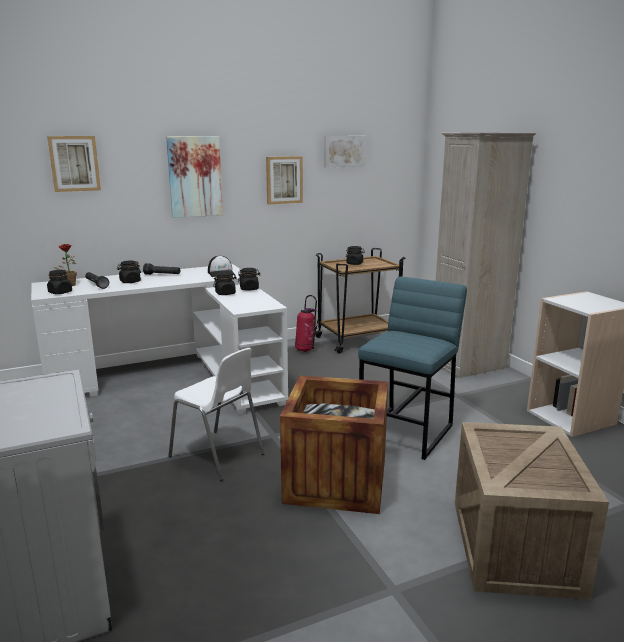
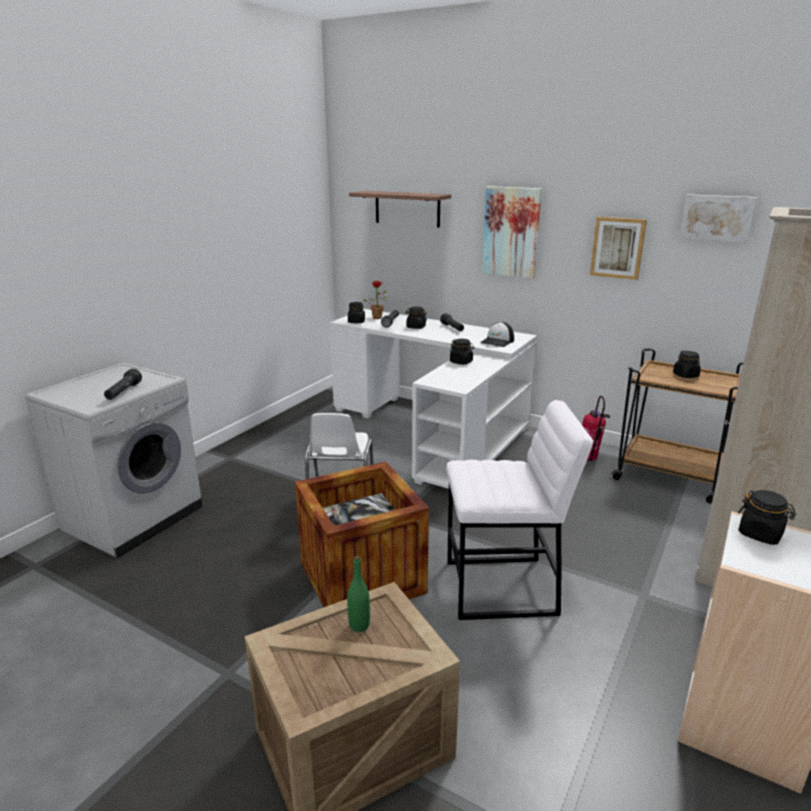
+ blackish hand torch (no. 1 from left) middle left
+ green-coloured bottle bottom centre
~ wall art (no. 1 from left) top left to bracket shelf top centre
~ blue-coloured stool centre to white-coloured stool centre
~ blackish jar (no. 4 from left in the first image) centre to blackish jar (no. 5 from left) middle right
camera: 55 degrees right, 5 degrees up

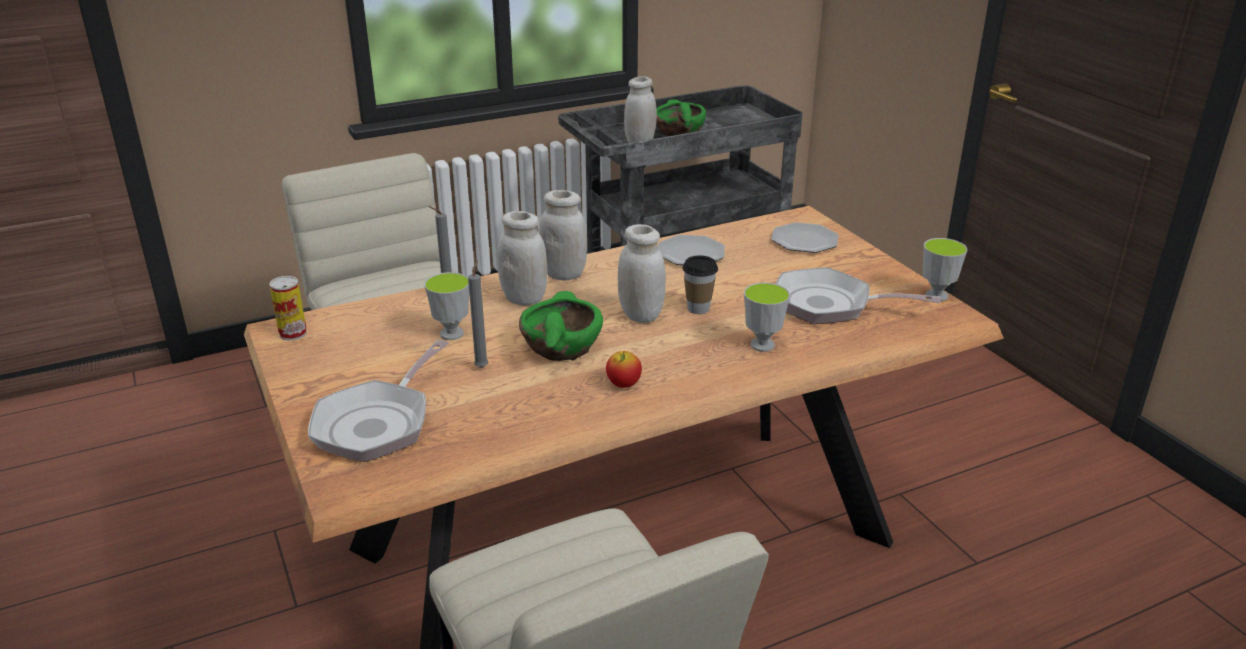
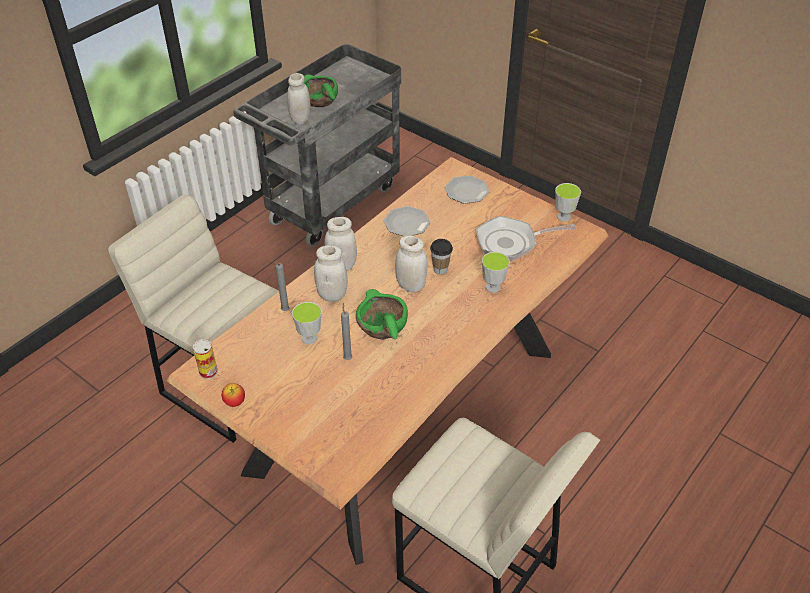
~ whole apple centre to middle left
- skillet (no. 1 from left) middle left
camera: 25 degrees left, 15 degrees up

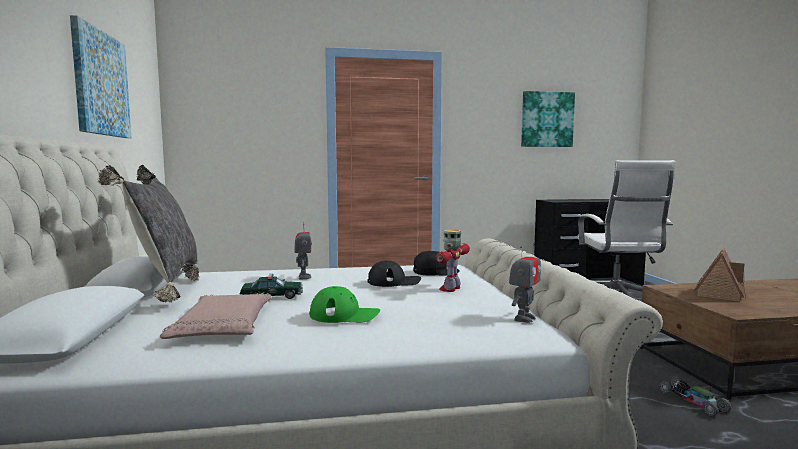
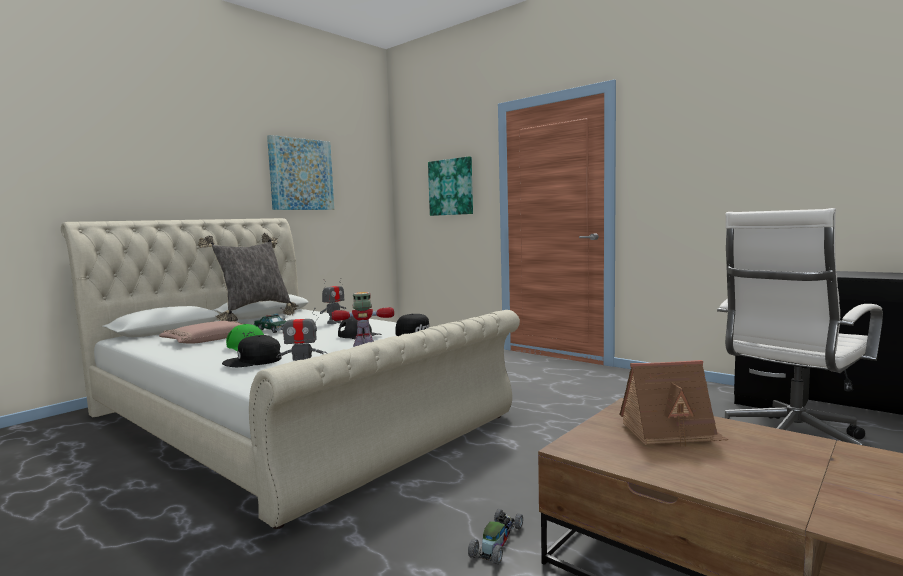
+ blackish peaked cap (no. 1 from left) middle left
~ wall art (no. 2 from left) top right to top centre
camera: 50 degrees right, 0 degrees up

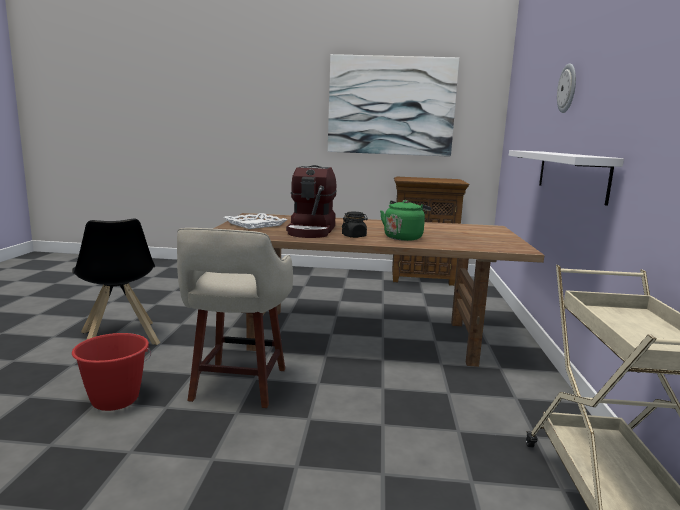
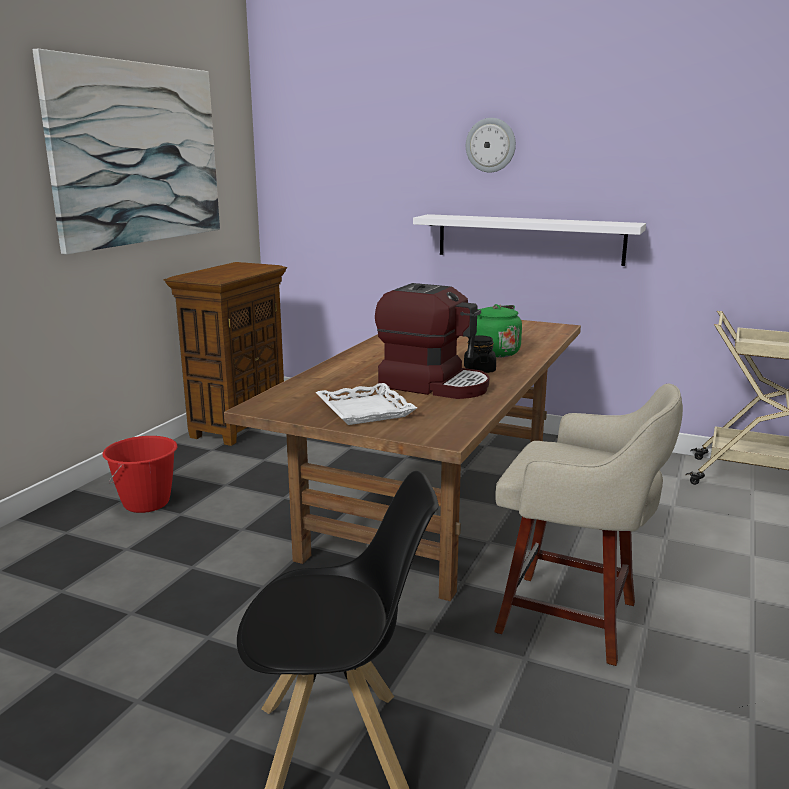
~ red-coloured bucket bottom left to middle left
camera: 70 degrees left, 5 degrees up

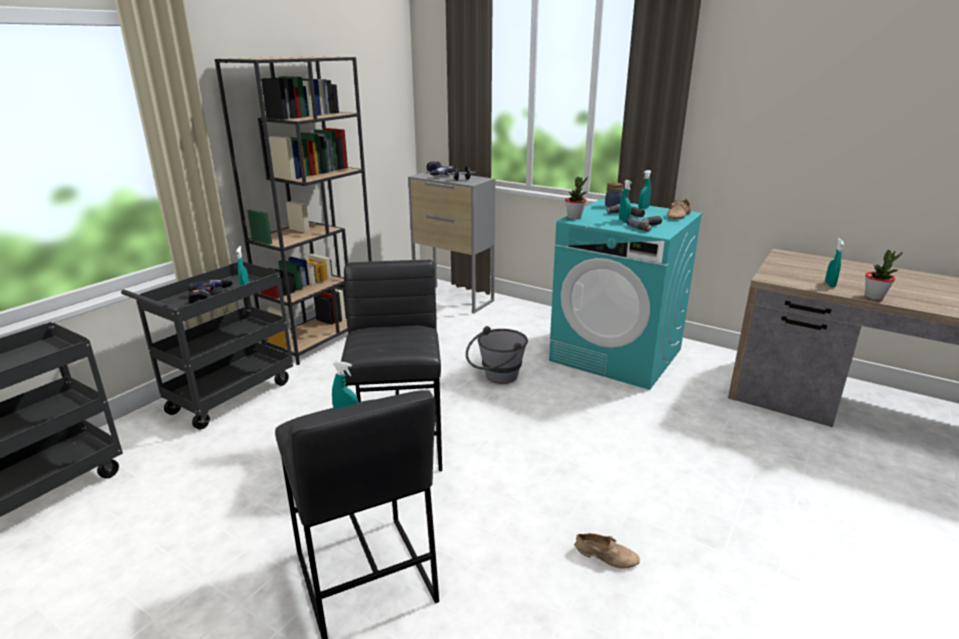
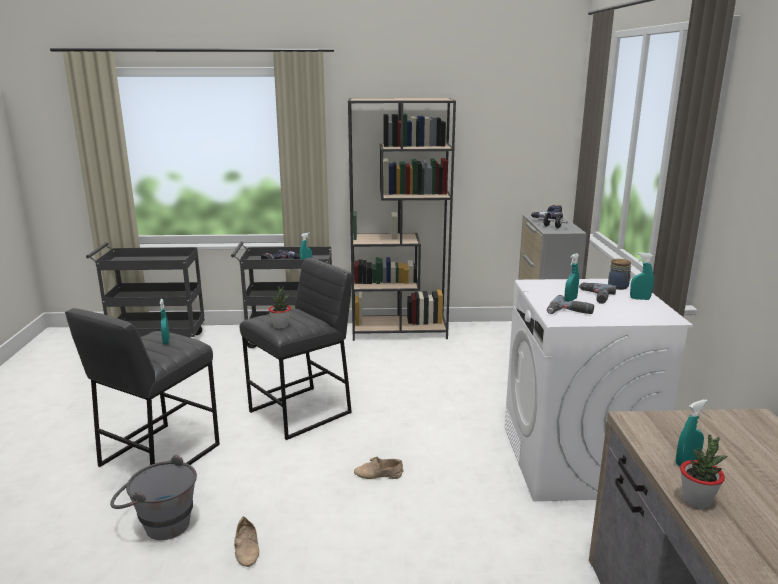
~ gray bucket centre to bottom left
~ plant in a pot (no. 1 from left) top centre to centre
~ beige-coloured shoe (no. 2 from left) top right to bottom centre
~ blue-green laundry machine centre to white-coloured laundry machine middle right
camera: 55 degrees right, 5 degrees down

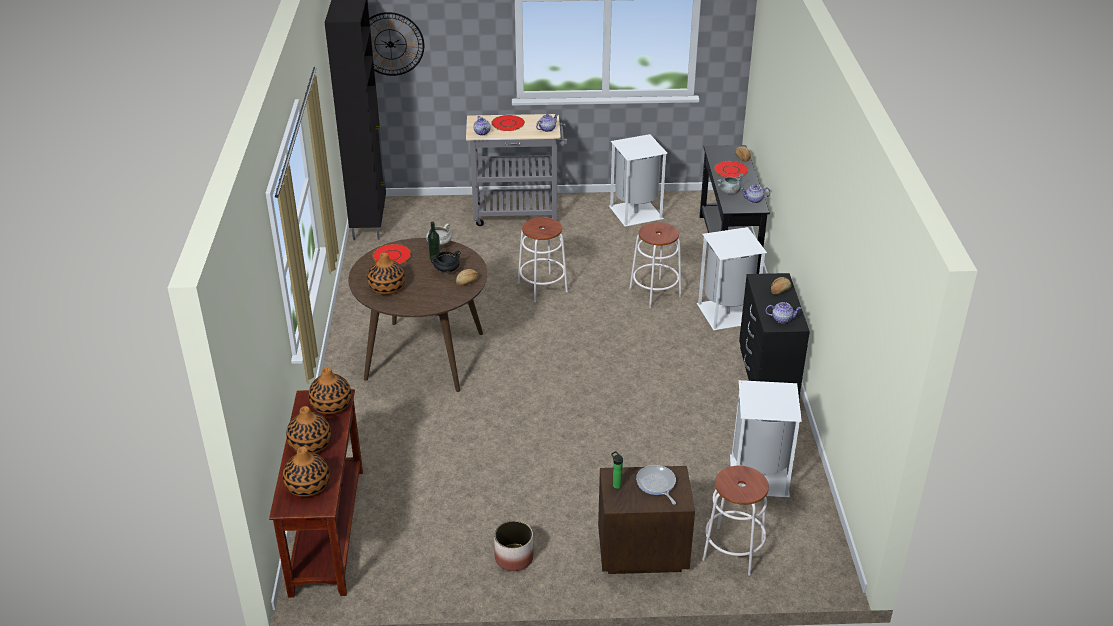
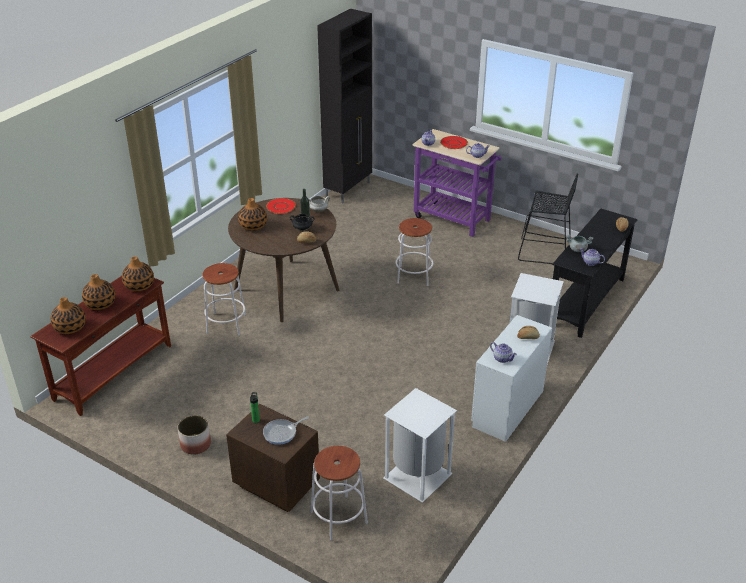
~ white-coloured stool (no. 2 from left in the first image) centre to white-coloured stool (no. 1 from left) middle left
~ skillet bottom centre = bottom centre 135 degrees counterclockwise
~ gray trolley top centre to purple trolley top centre
~ blackish drawer chest middle right to white-coloured drawer chest middle right
~ white-coloured waste bin (no. 1 from left) top centre to blackish stool middle right
- hanging clock top centre
- red-coloured dinner plate (no. 3 from left) top centre
camera: 35 degrees right, 0 degrees up

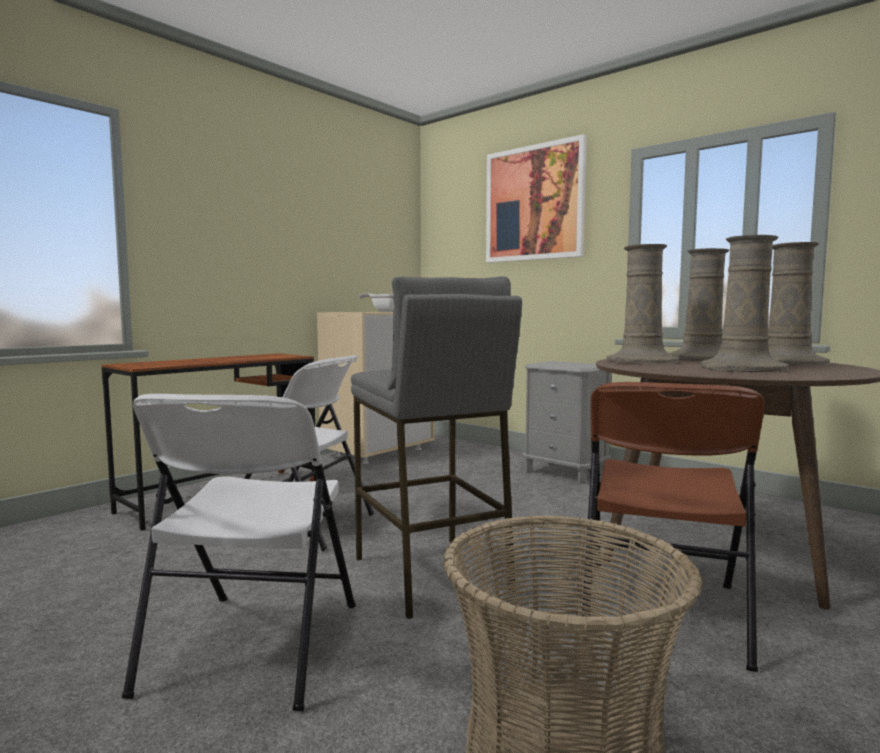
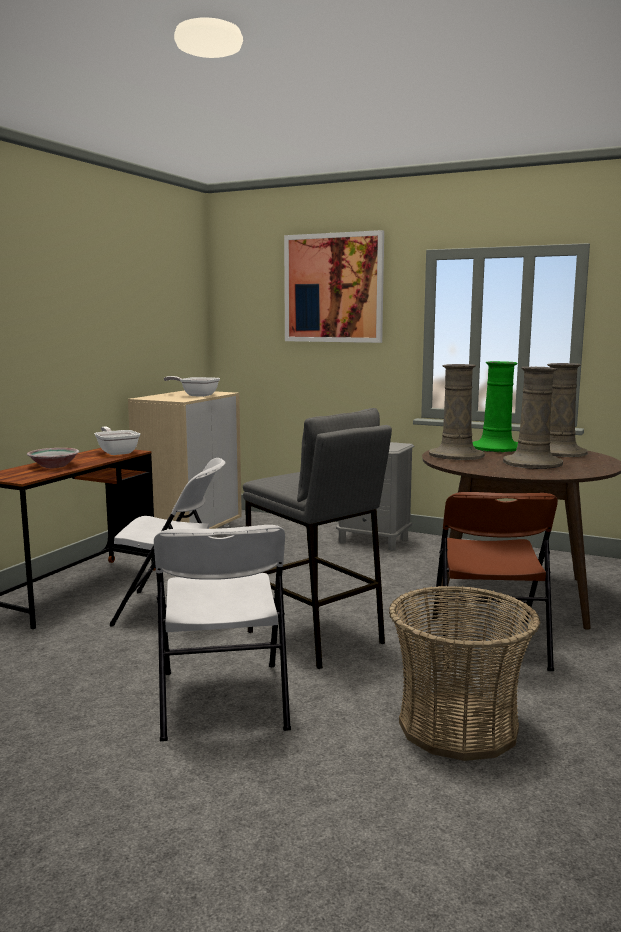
+ deep dish middle left
+ skillet (no. 1 from left) middle left
~ beige-coloured decorative vase (no. 2 from left) middle right to green-coloured decorative vase middle right
camera: 15 degrees left, 5 degrees up

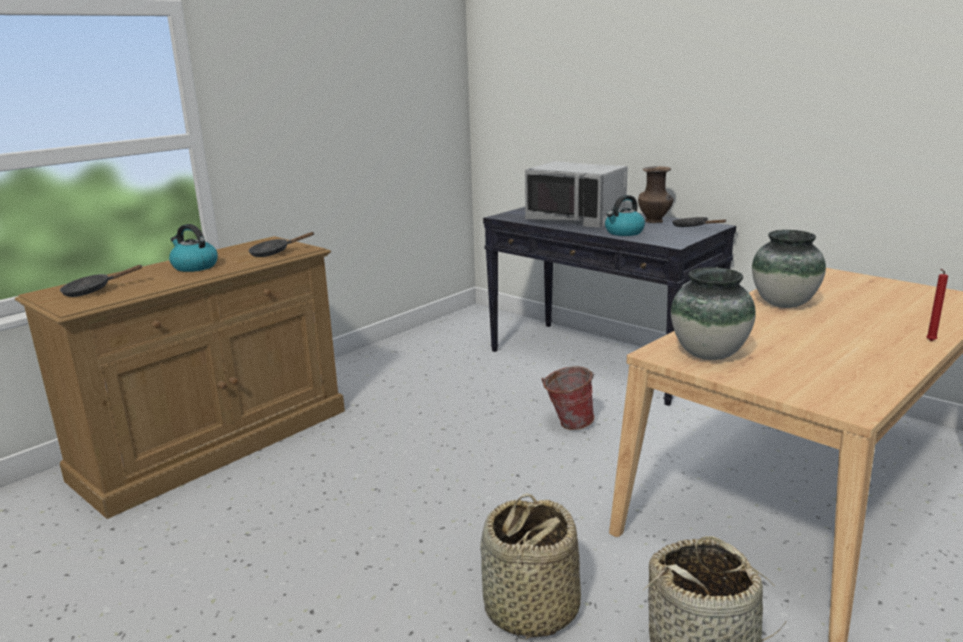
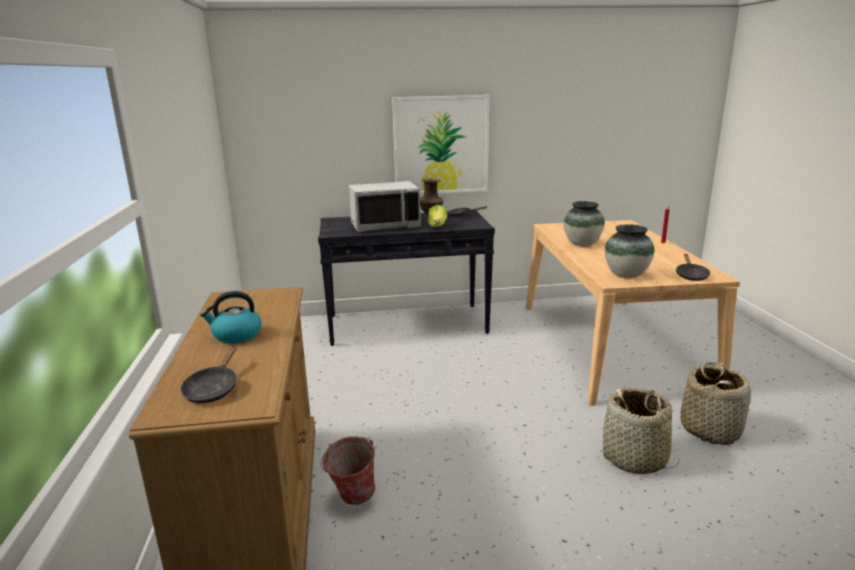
~ bucket centre to bottom centre
+ wall art top centre
~ kettle (no. 2 from left) centre to lettuce head centre
~ blackish skillet (no. 2 from left in the first image) middle left to blackish skillet (no. 3 from left) middle right
camera: 50 degrees left, 0 degrees up

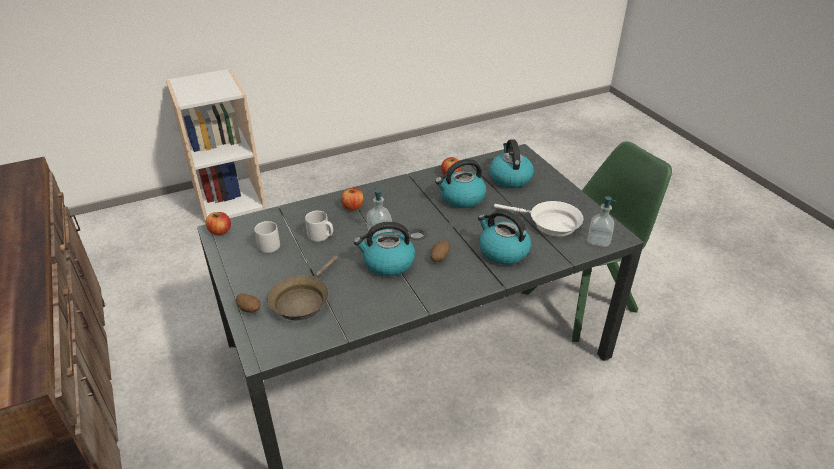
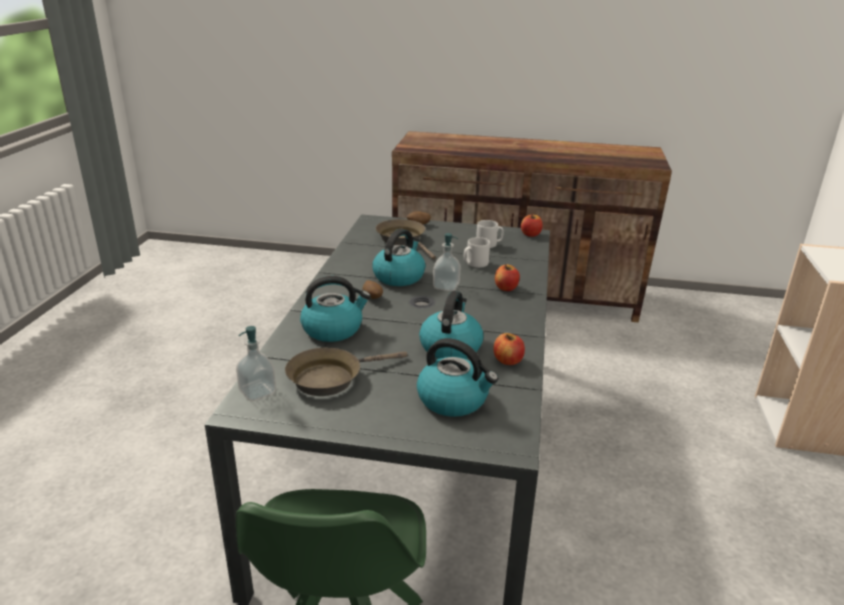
~ white-coloured skillet centre to brown-coloured skillet (no. 1 from left) centre
camera: 125 degrees right, 10 degrees down

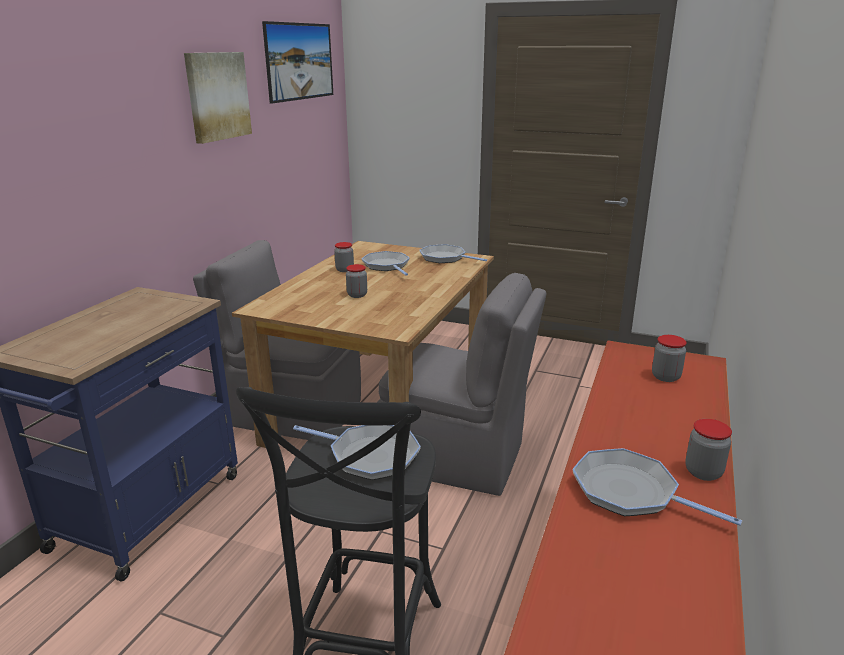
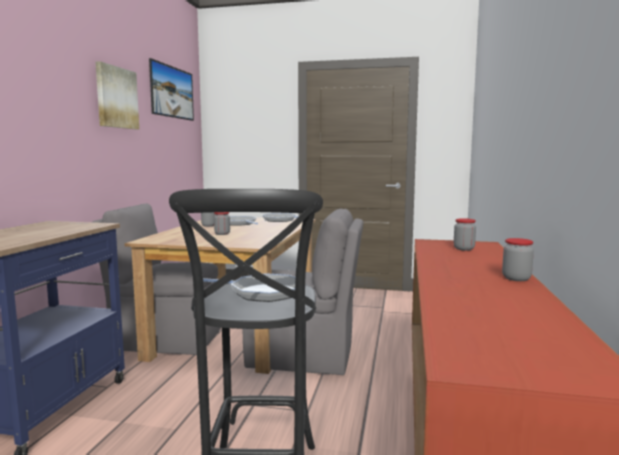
- skillet (no. 4 from left) bottom right
camera: 10 degrees left, 15 degrees down

